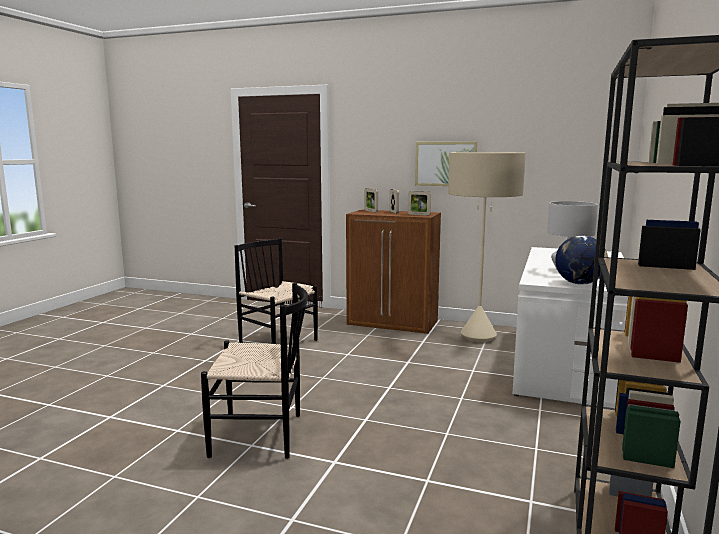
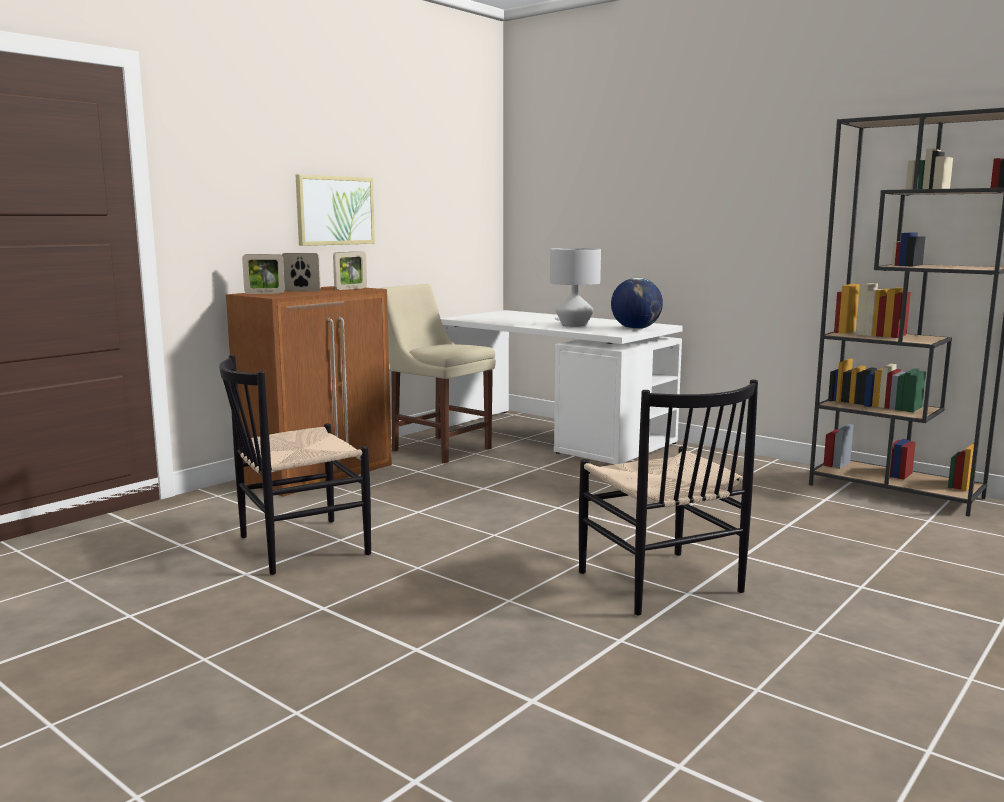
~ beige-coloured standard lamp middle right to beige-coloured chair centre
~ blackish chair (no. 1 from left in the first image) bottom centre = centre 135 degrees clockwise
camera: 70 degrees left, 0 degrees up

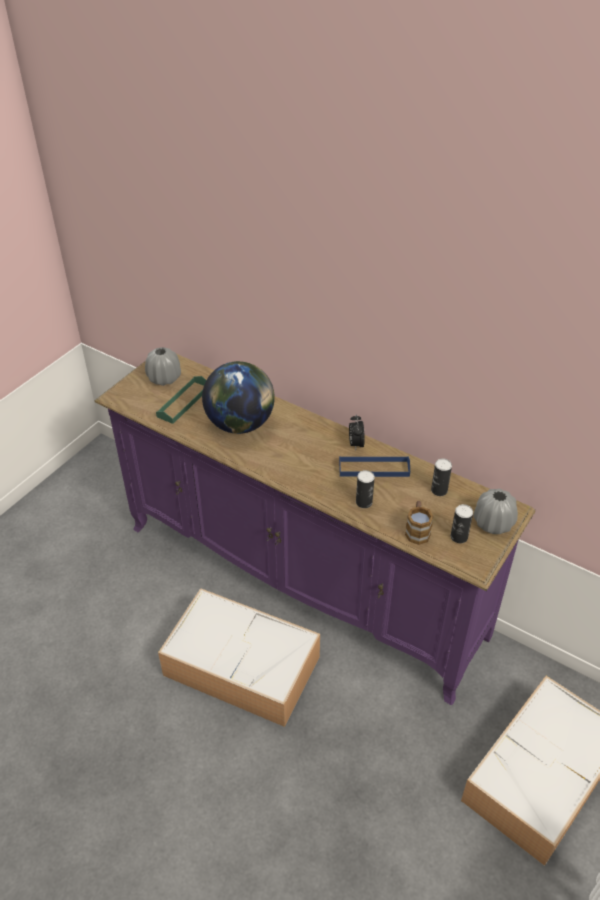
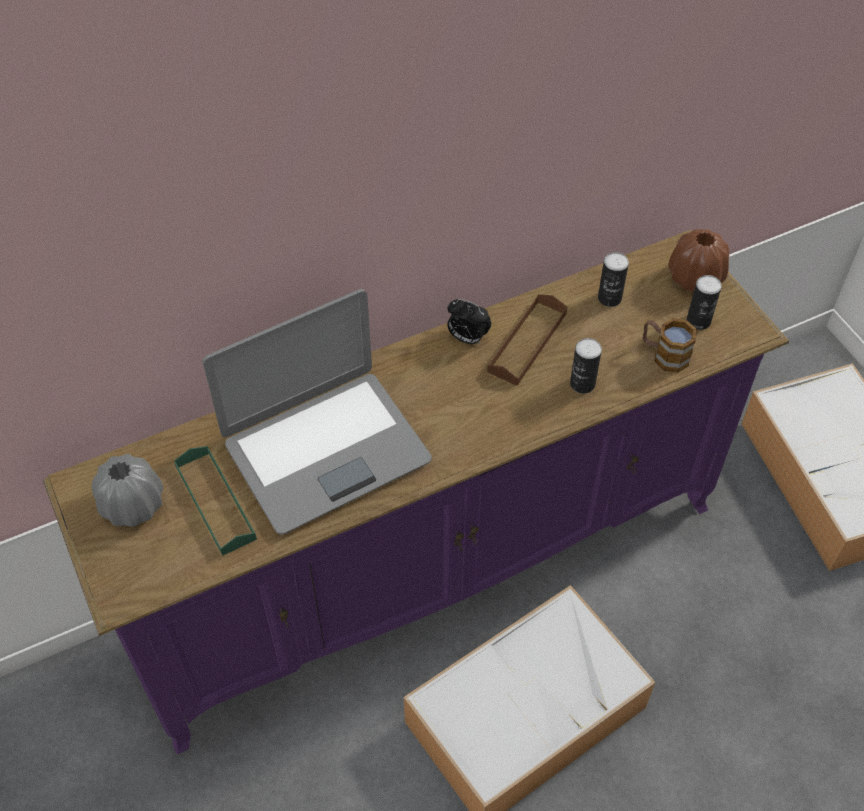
~ globe centre to notebook computer centre
~ blue-coloured tray centre to brown-coloured tray centre
~ gray decorative vase (no. 2 from left) middle right to brown-coloured decorative vase top right
camera: 60 degrees left, 10 degrees up

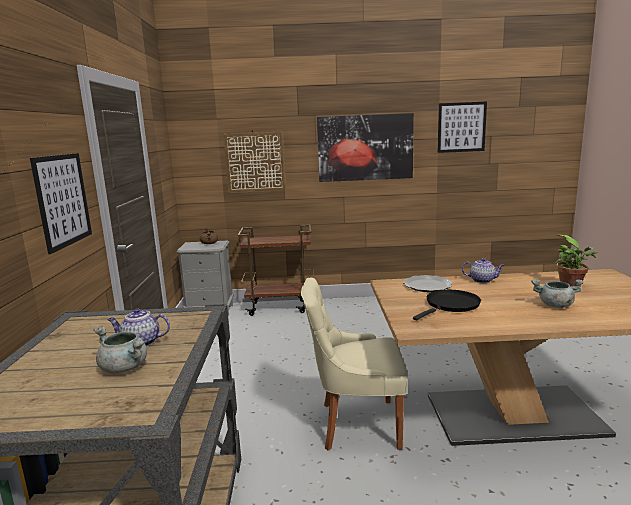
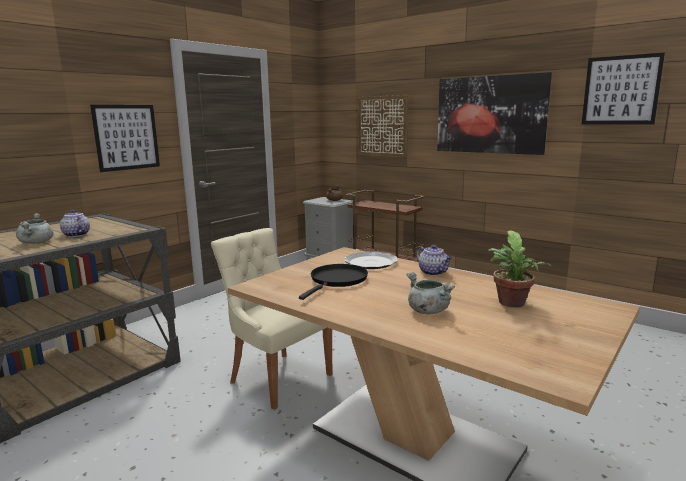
~ blackish skillet middle right = centre 60 degrees counterclockwise
camera: 40 degrees right, 0 degrees up

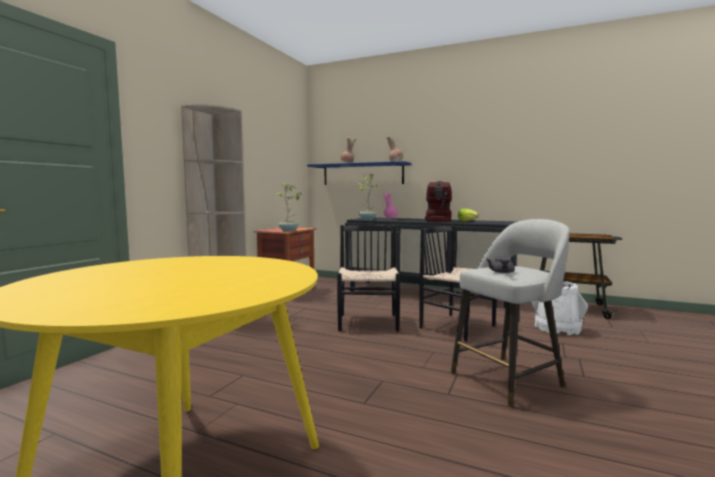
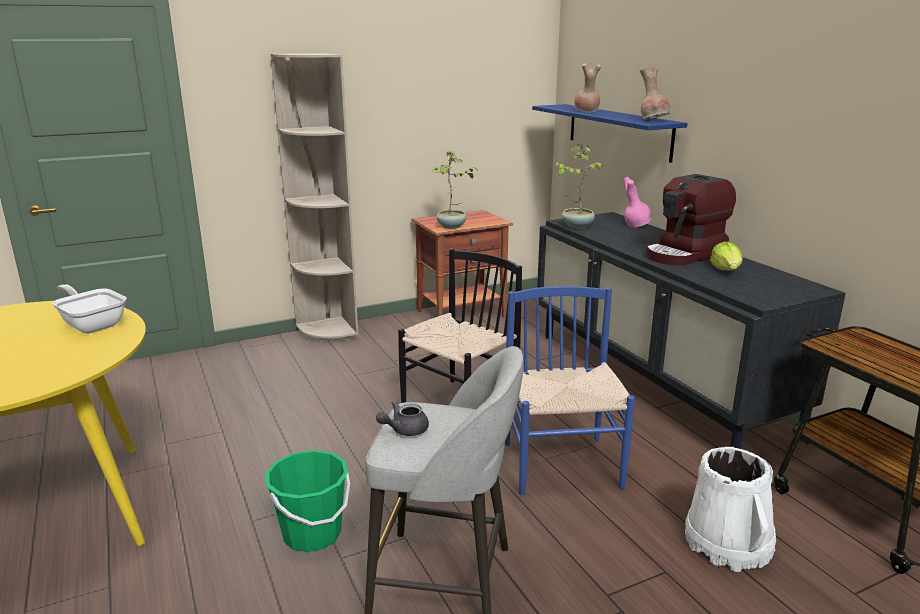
+ skillet middle left
+ green-coloured bucket bottom centre
~ blackish chair (no. 2 from left) centre to blue-coloured chair centre
camera: 40 degrees right, 15 degrees up

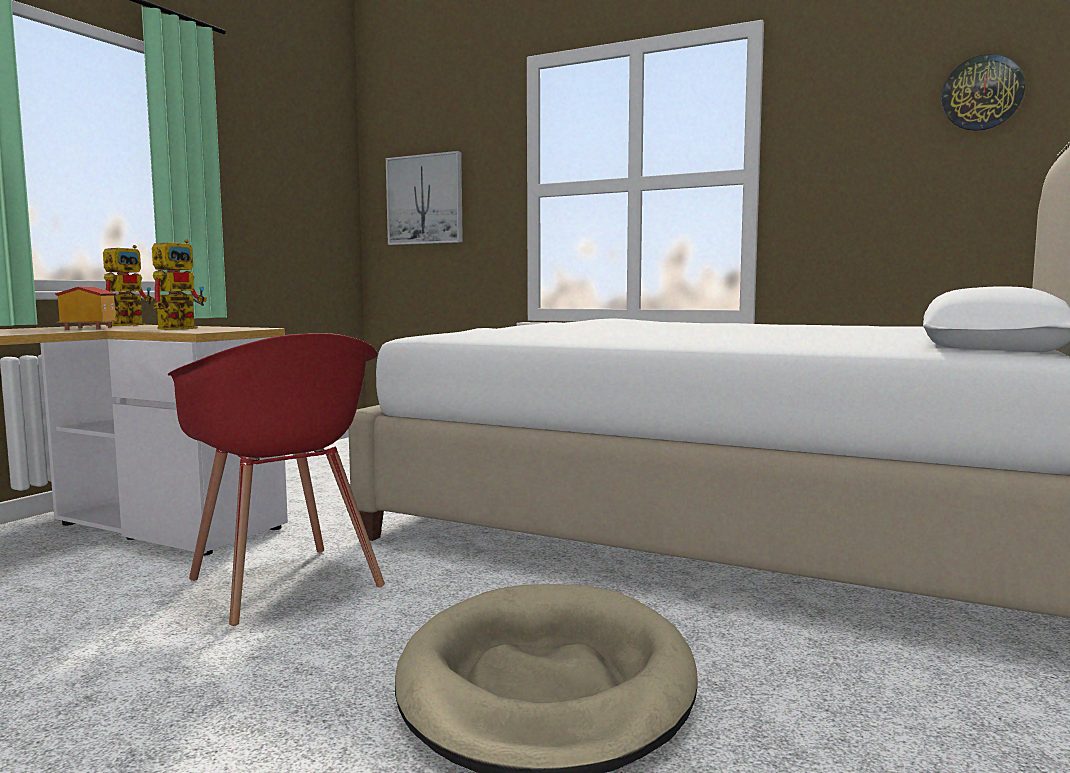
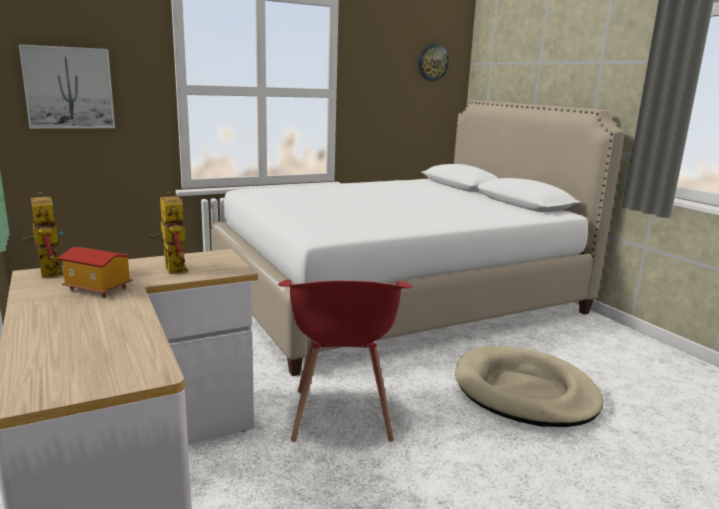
~ red-coloured chair middle left = bottom centre 90 degrees clockwise
camera: 55 degrees left, 10 degrees up

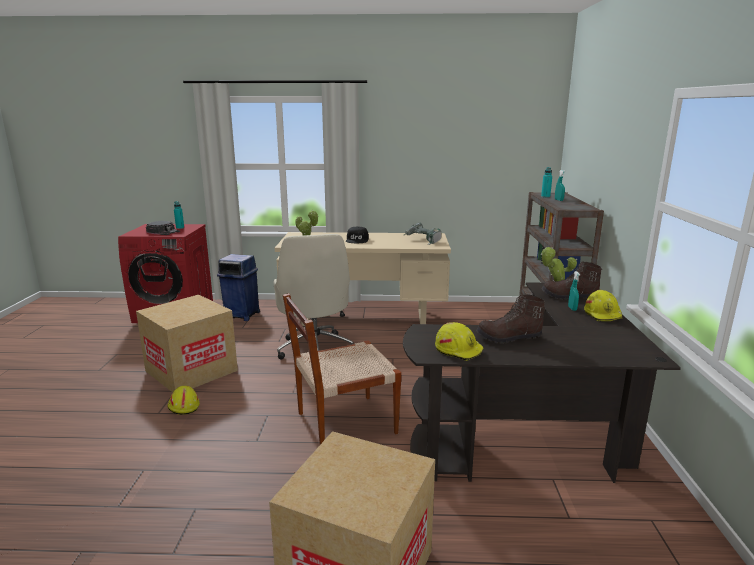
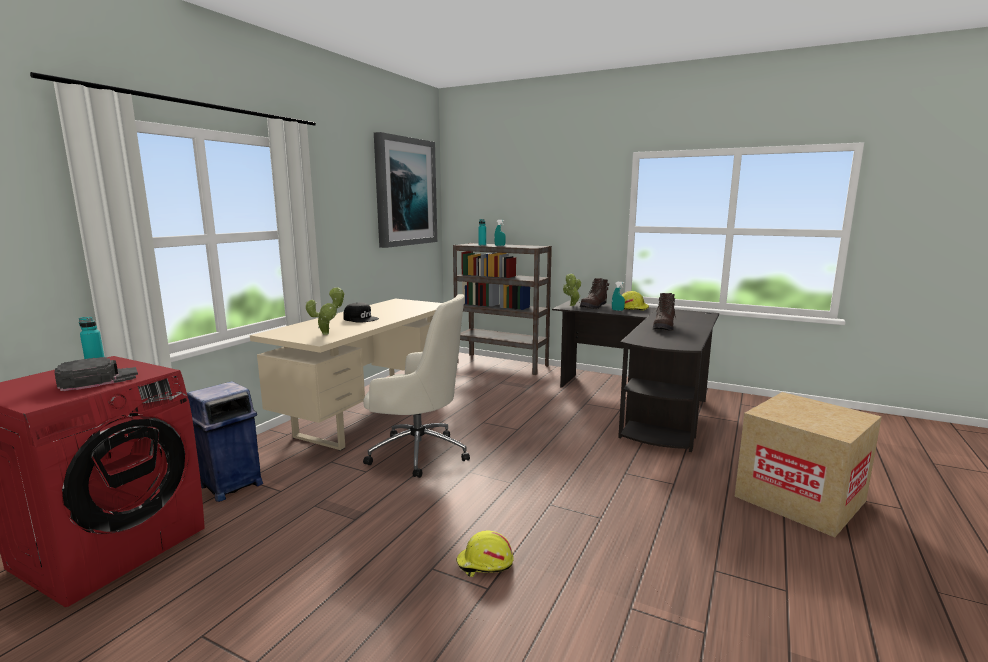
+ wall art top centre
- packing box (no. 1 from left) middle left
- chair centre
- drill centre
- yellow-coloured hard hat (no. 2 from left) centre
camera: 65 degrees left, 5 degrees down

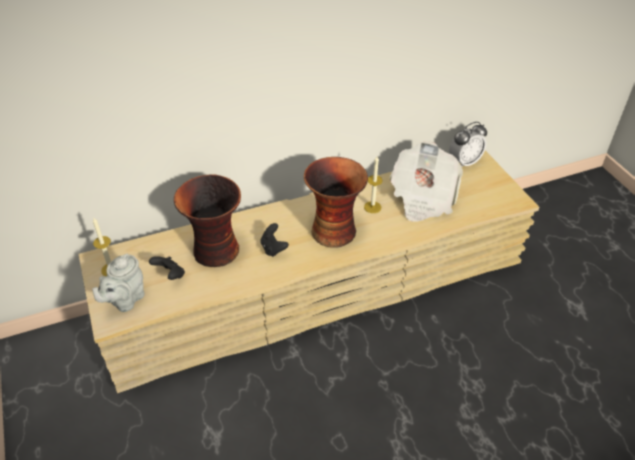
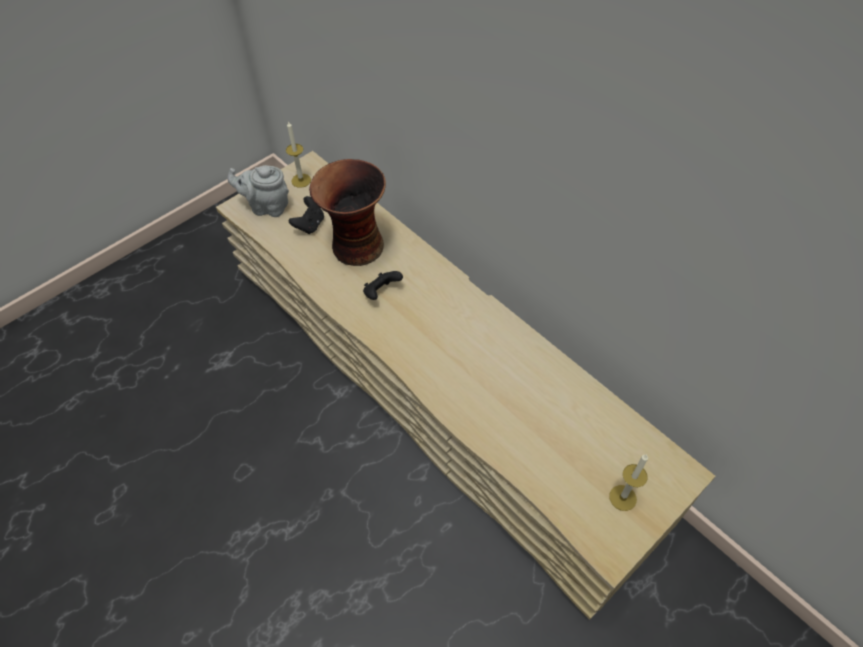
~ candle (no. 2 from left) centre to bottom right
- decorative vase (no. 2 from left) centre
- newspaper middle right
- alarm clock top right
camera: 70 degrees right, 10 degrees up

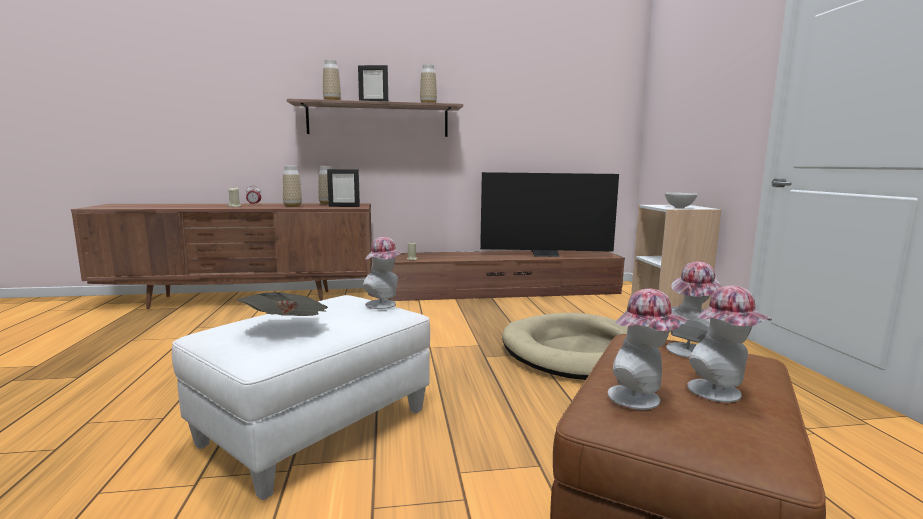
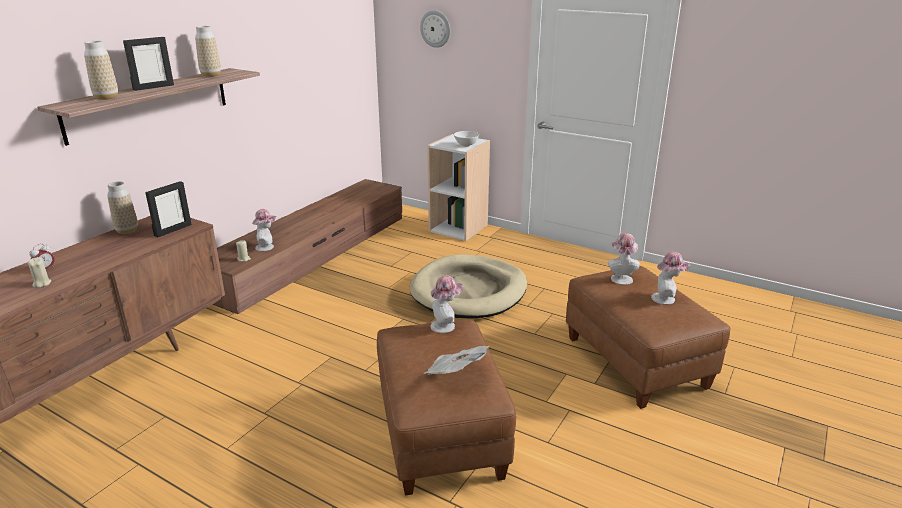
~ wearable hat (no. 2 from left in the first image) bottom right to wearable hat (no. 1 from left) middle left
~ white-coloured ottoman bottom left to brown-coloured ottoman (no. 1 from left) bottom centre
+ hanging clock top centre
- decorative vase (no. 1 from left) middle left
- TV set centre
camera: 50 degrees left, 15 degrees up

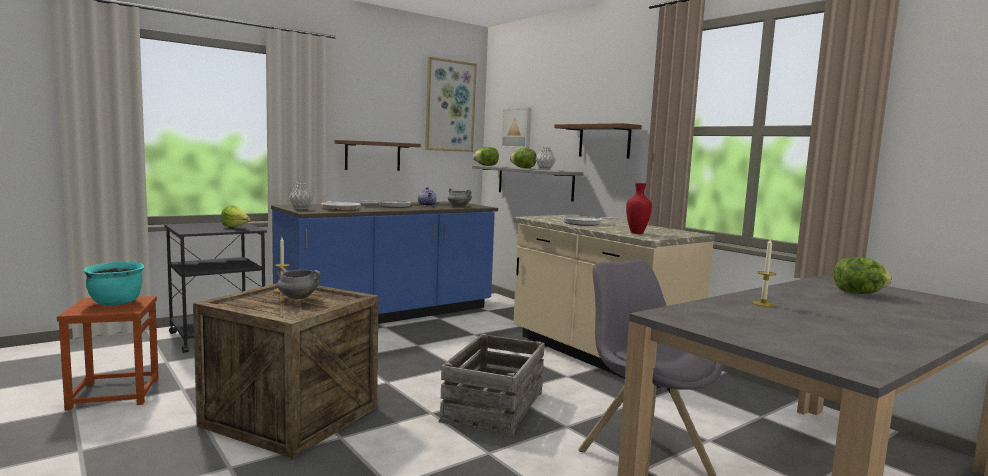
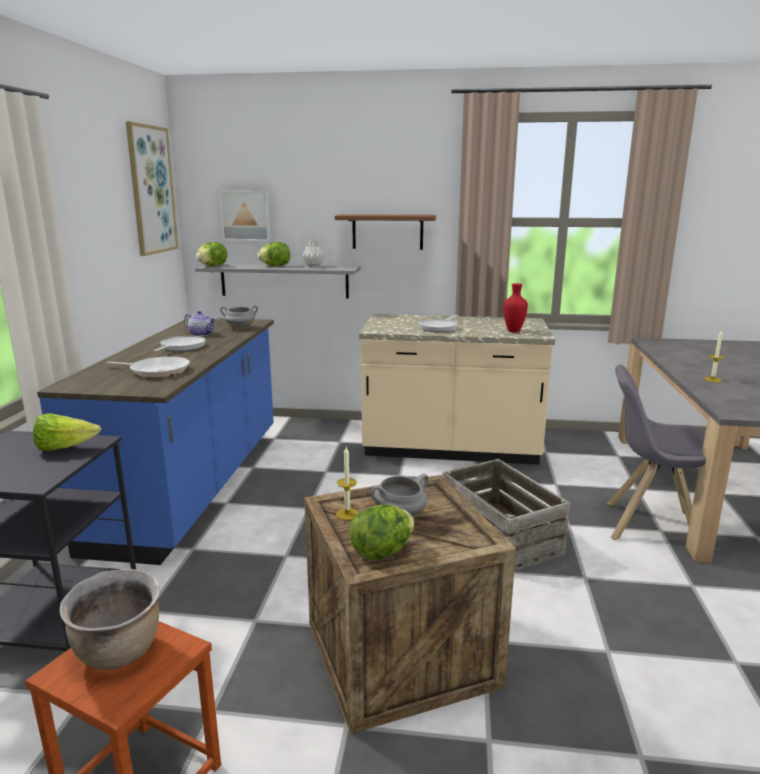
~ blue-green stockpot middle left to brown-coloured stockpot bottom left
~ lettuce head (no. 4 from left) middle right to bottom centre
- gray decorative vase (no. 1 from left) middle left
- brown-coloured bracket shelf (no. 1 from left) top centre
camera: 45 degrees left, 10 degrees up

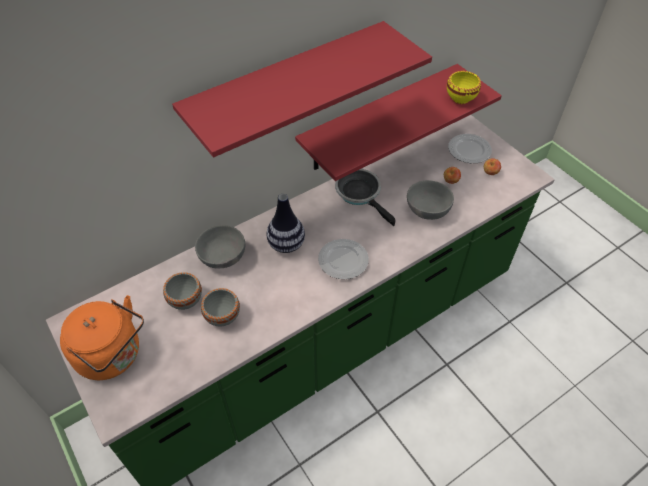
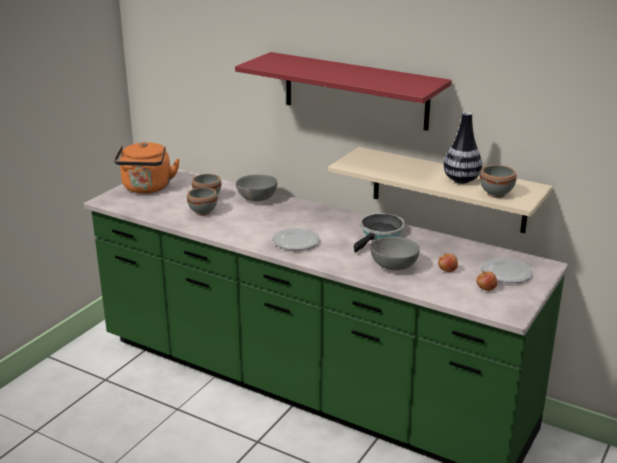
~ red-coloured bracket shelf (no. 2 from left) top centre to beige-coloured bracket shelf middle right
~ decorative vase centre to top right
~ yellow-coloured deep dish top right to gray deep dish (no. 5 from left) middle right
camera: 65 degrees right, 25 degrees down

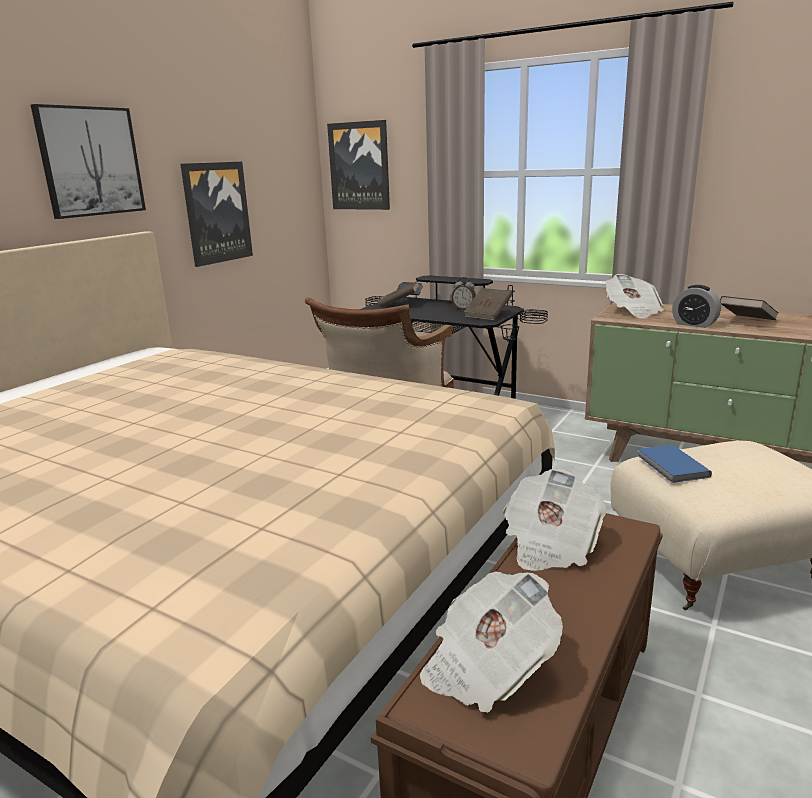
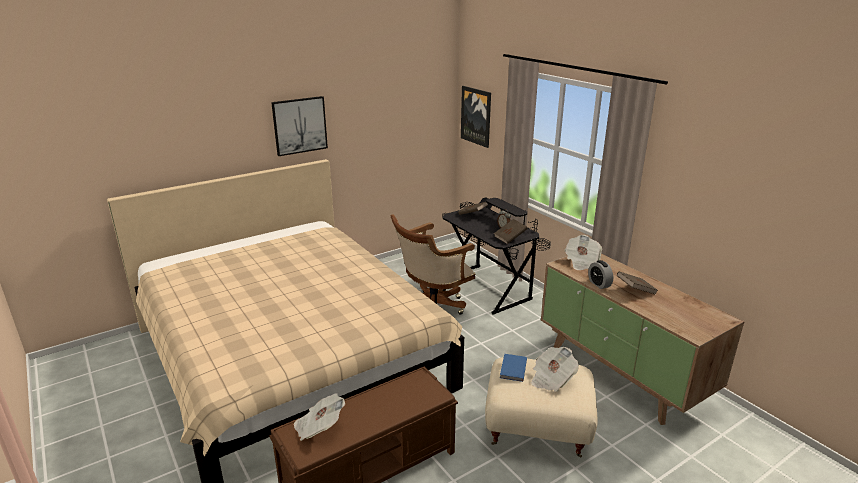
~ newspaper (no. 2 from left) middle right to bottom centre
- wall art (no. 2 from left) top left
camera: 25 degrees right, 5 degrees up

